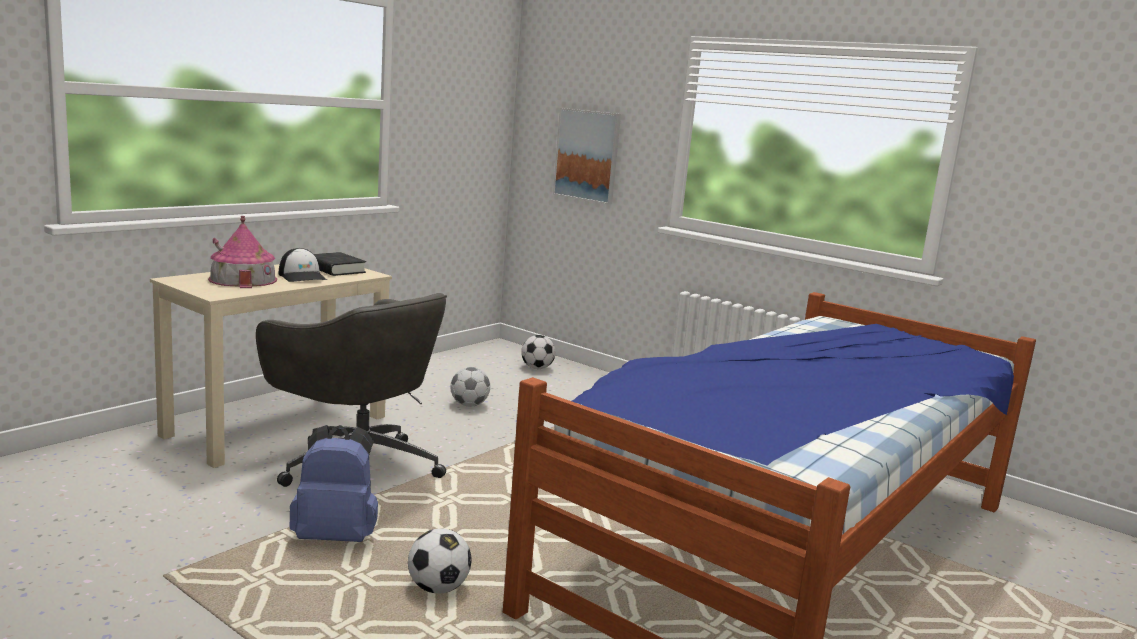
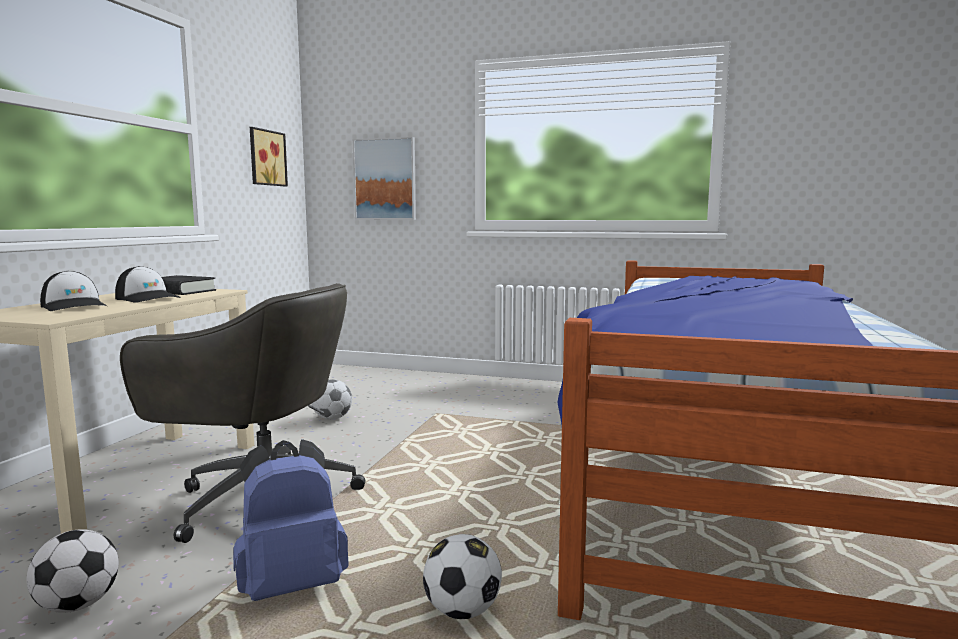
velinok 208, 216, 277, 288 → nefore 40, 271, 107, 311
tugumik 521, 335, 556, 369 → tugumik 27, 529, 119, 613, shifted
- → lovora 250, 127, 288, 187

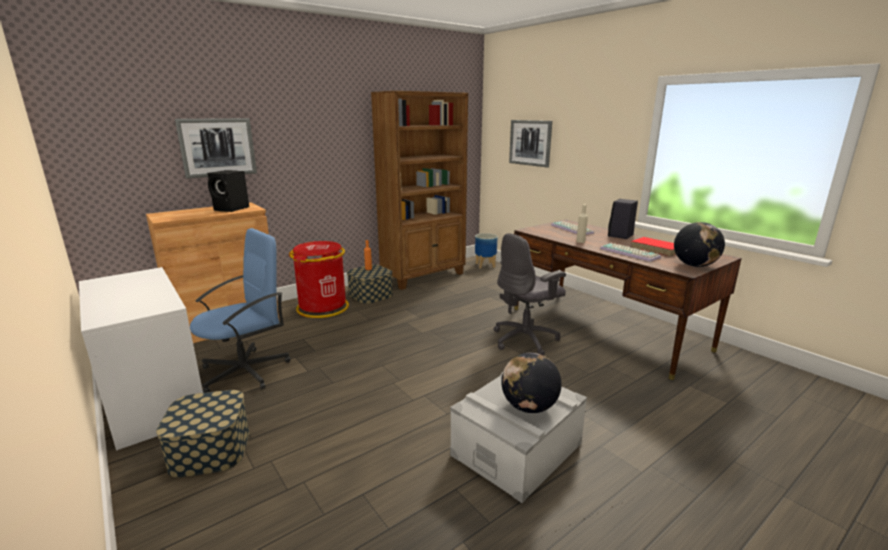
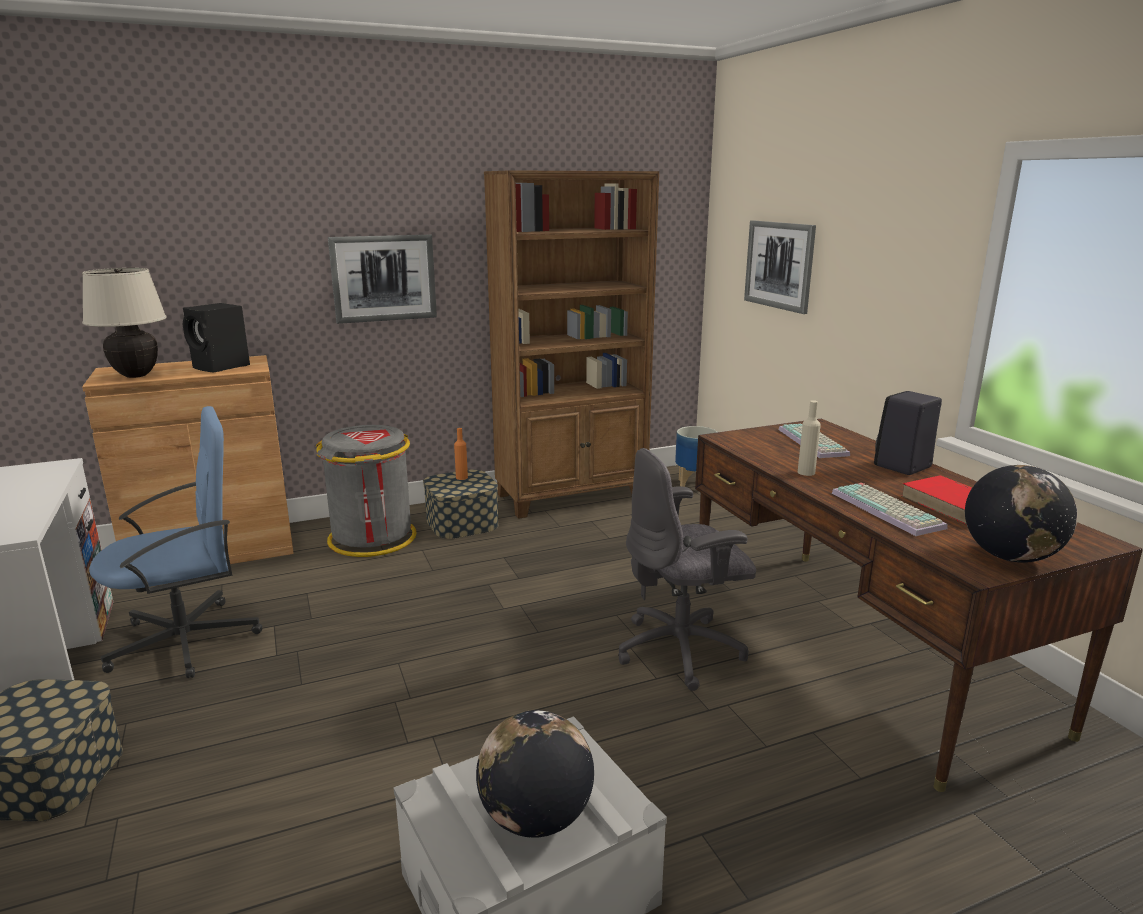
lovora 175, 118, 257, 179 → lovora 328, 235, 437, 324, shifted
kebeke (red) 289, 241, 349, 318 → kebeke (grey) 316, 425, 417, 557
- → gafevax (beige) 82, 268, 167, 378

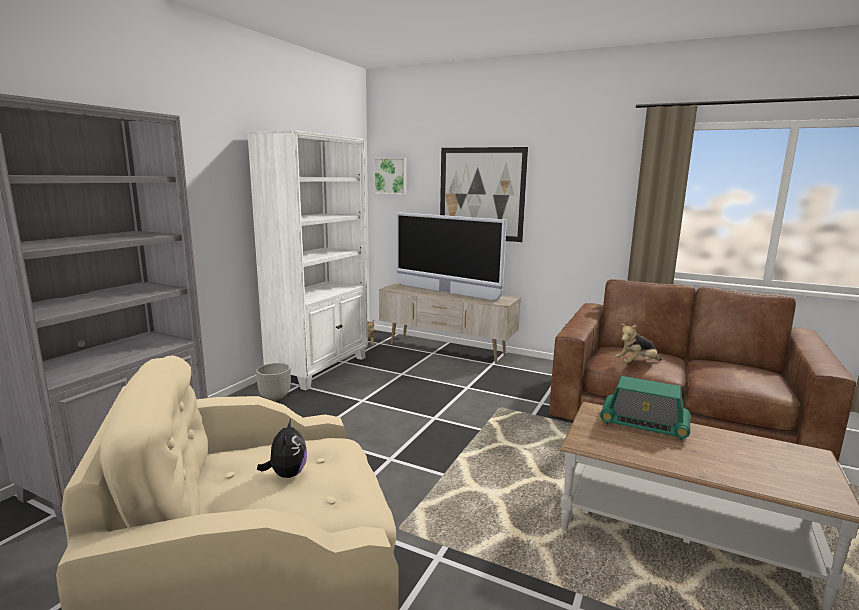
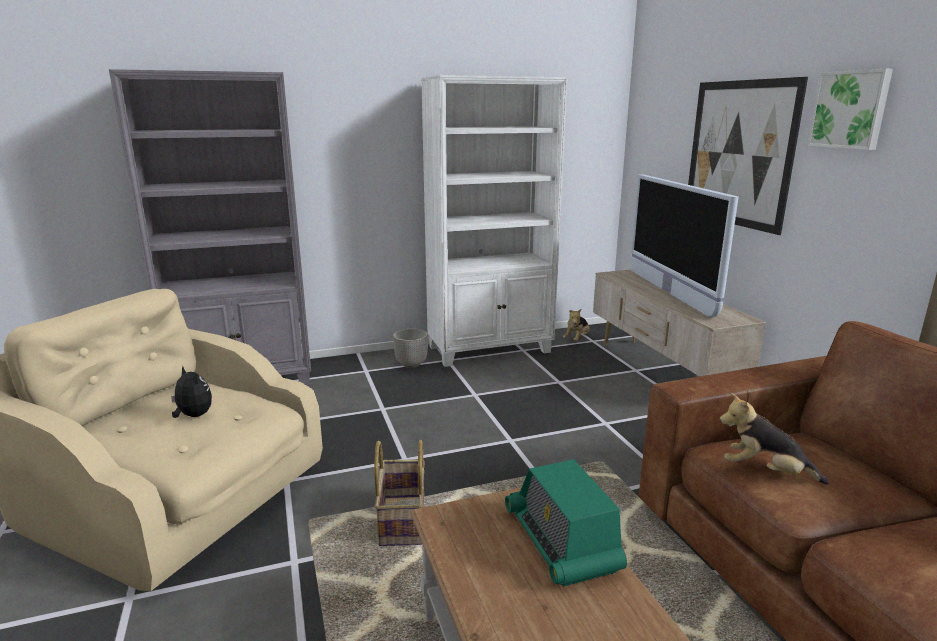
lovora 374, 158, 407, 195 → lovora 807, 69, 893, 150, shifted
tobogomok 257, 419, 307, 478 → tobogomok 171, 366, 212, 418, 90 degrees counterclockwise
- → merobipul 374, 440, 425, 546

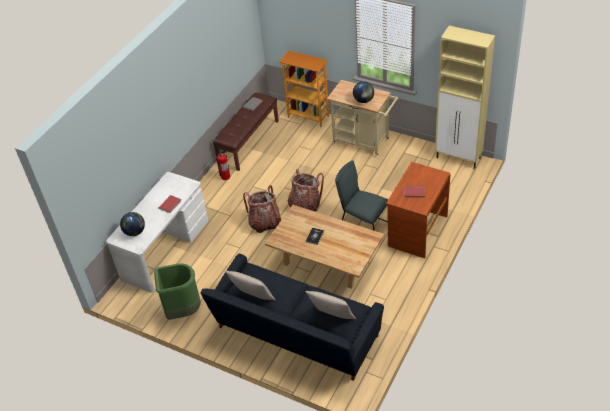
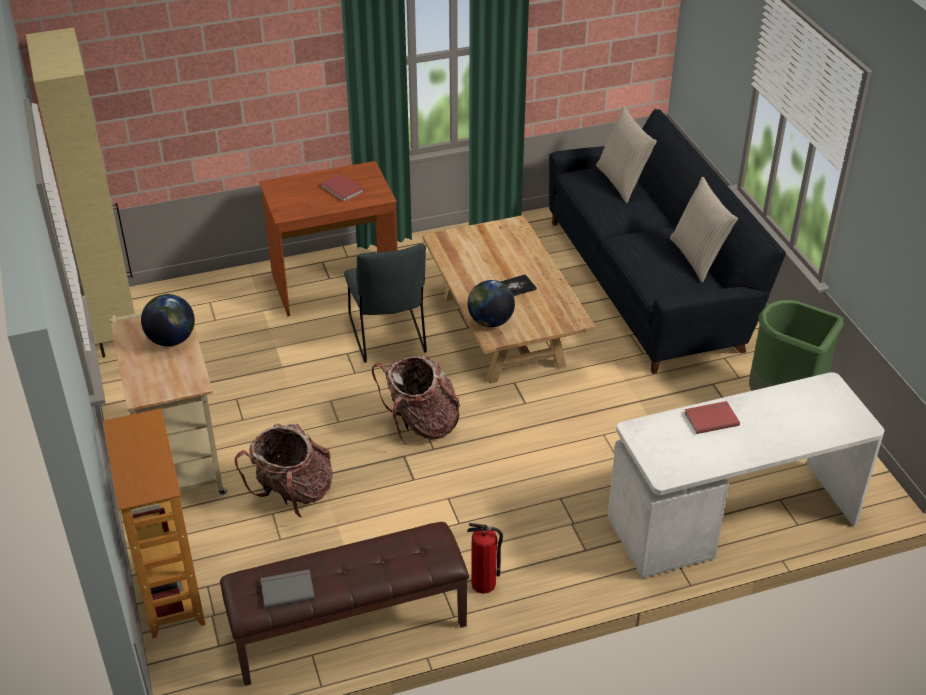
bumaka 243, 185, 281, 233 → bumaka 235, 424, 333, 518, shifted
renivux 120, 212, 145, 236 → renivux 468, 280, 515, 327, shifted

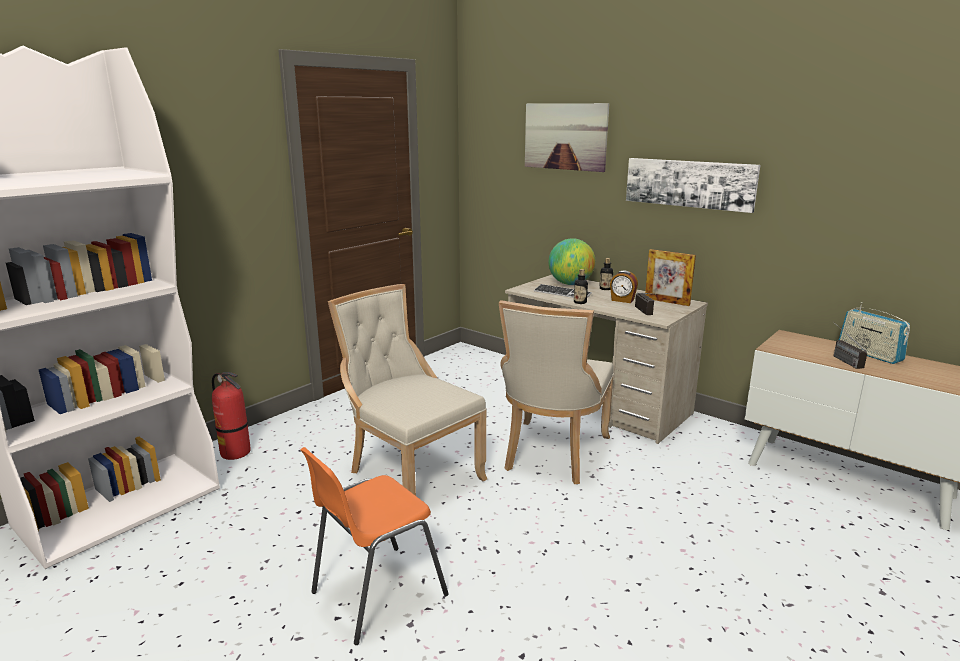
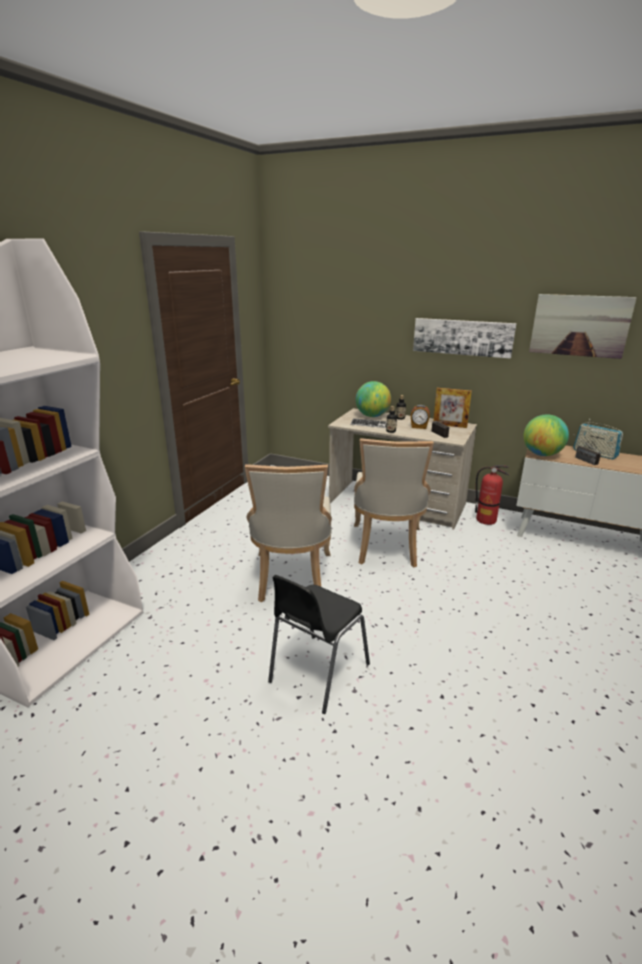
lovora 525, 103, 609, 172 → lovora 529, 294, 637, 359, shifted
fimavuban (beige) 328, 284, 487, 496 → fimavuban (beige) 245, 464, 332, 602, 120 degrees counterclockwise
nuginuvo 212, 372, 251, 460 → nuginuvo 475, 465, 509, 525, shifted
fimavuban (orange) 300, 447, 449, 645 → fimavuban (black) 268, 575, 370, 714
- → renivux 523, 414, 569, 456

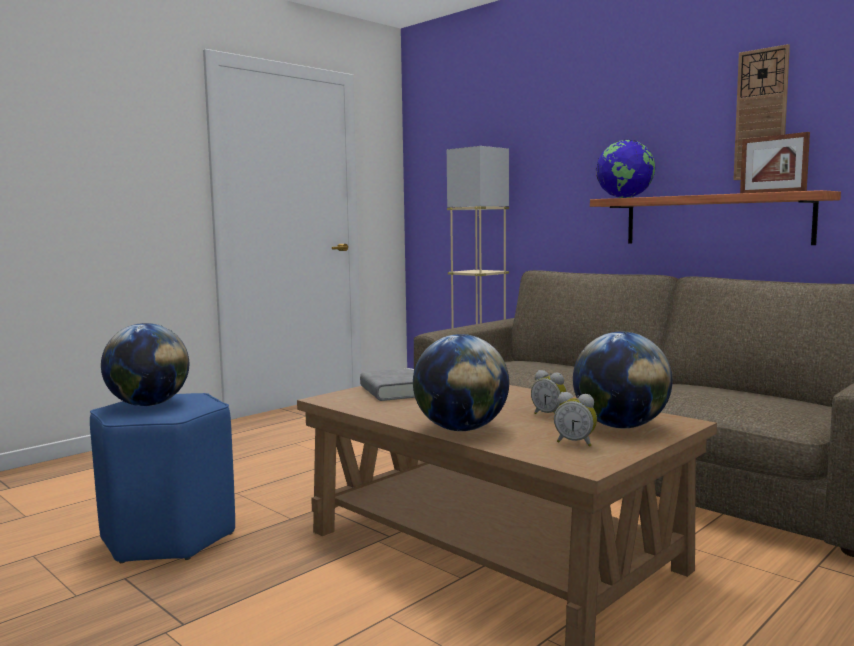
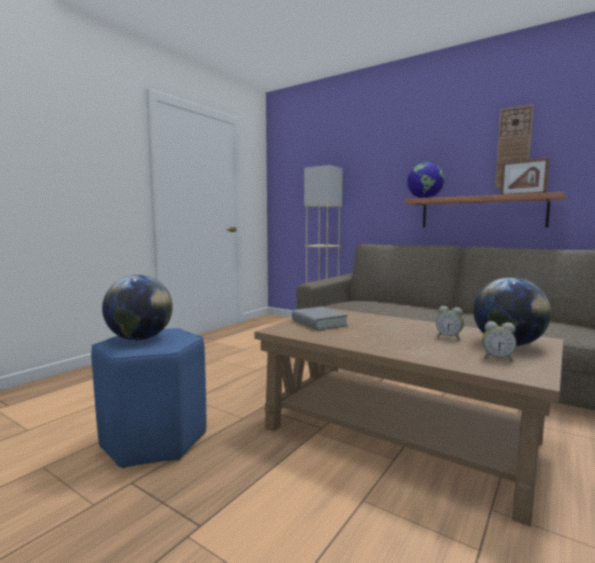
renivux 413, 334, 509, 431 → -

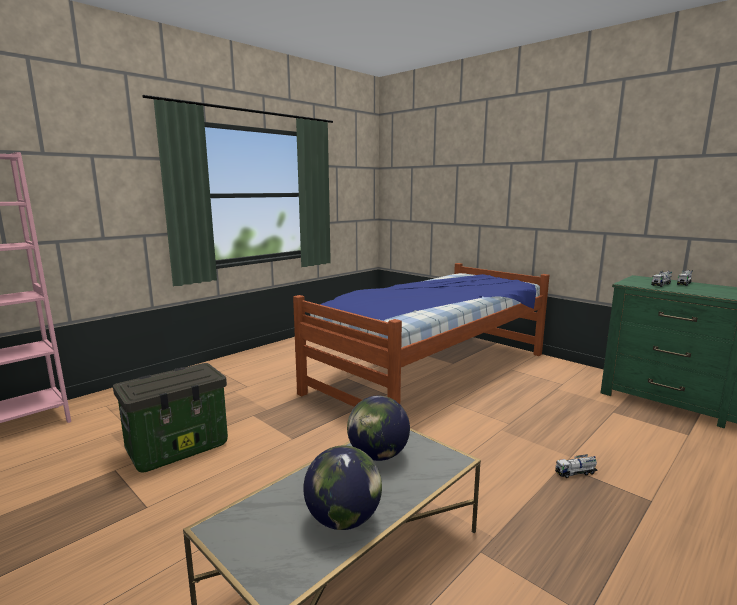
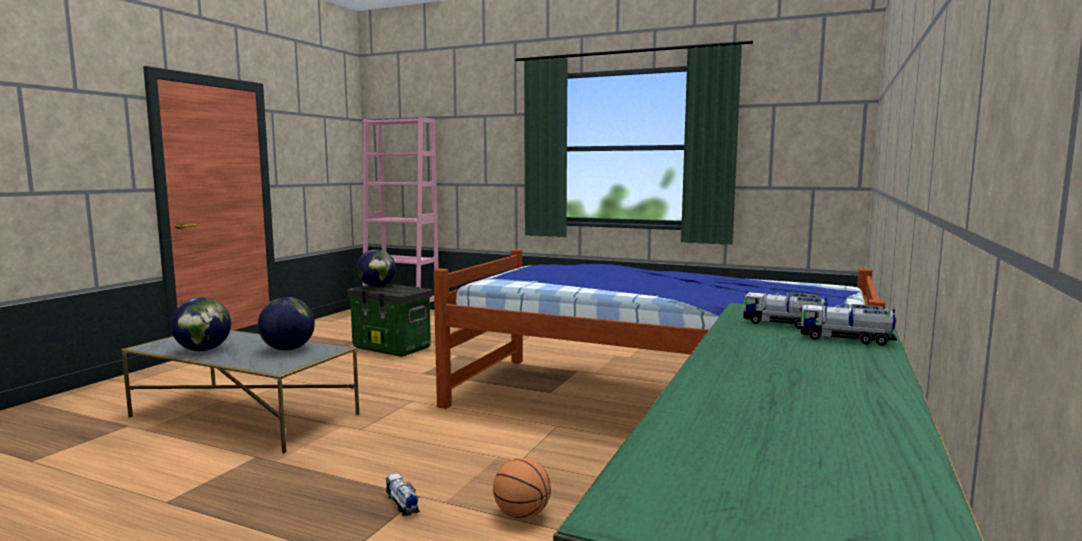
- → renivux 357, 249, 396, 287
- → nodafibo 493, 458, 551, 519

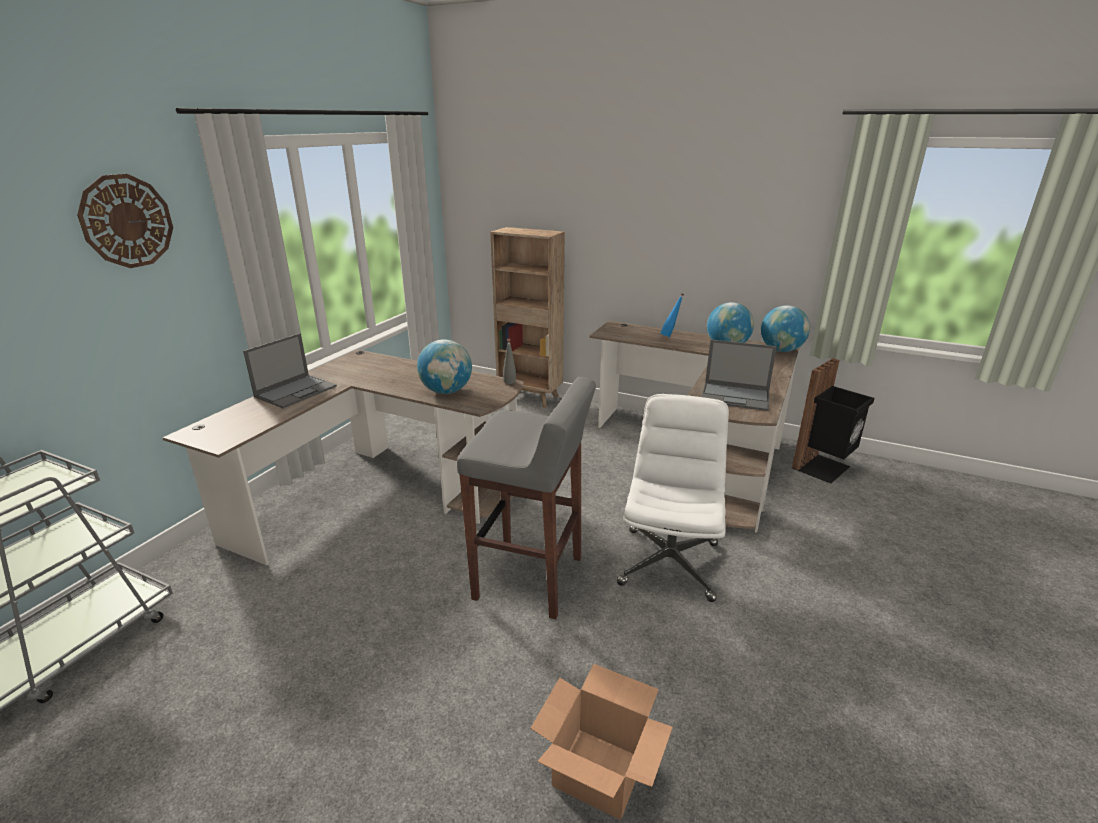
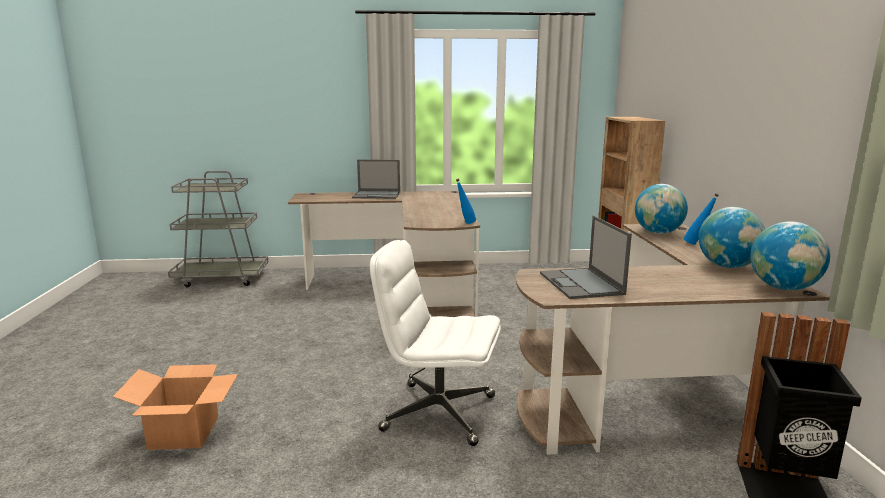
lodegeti 77, 174, 173, 268 → -
renivux 417, 339, 472, 394 → renivux 635, 184, 688, 234, shifted
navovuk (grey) 503, 339, 516, 384 → navovuk (blue) 456, 179, 476, 224
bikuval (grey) 457, 377, 596, 619 → -
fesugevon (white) 617, 394, 729, 602 → fesugevon (white) 370, 240, 501, 446, 150 degrees counterclockwise

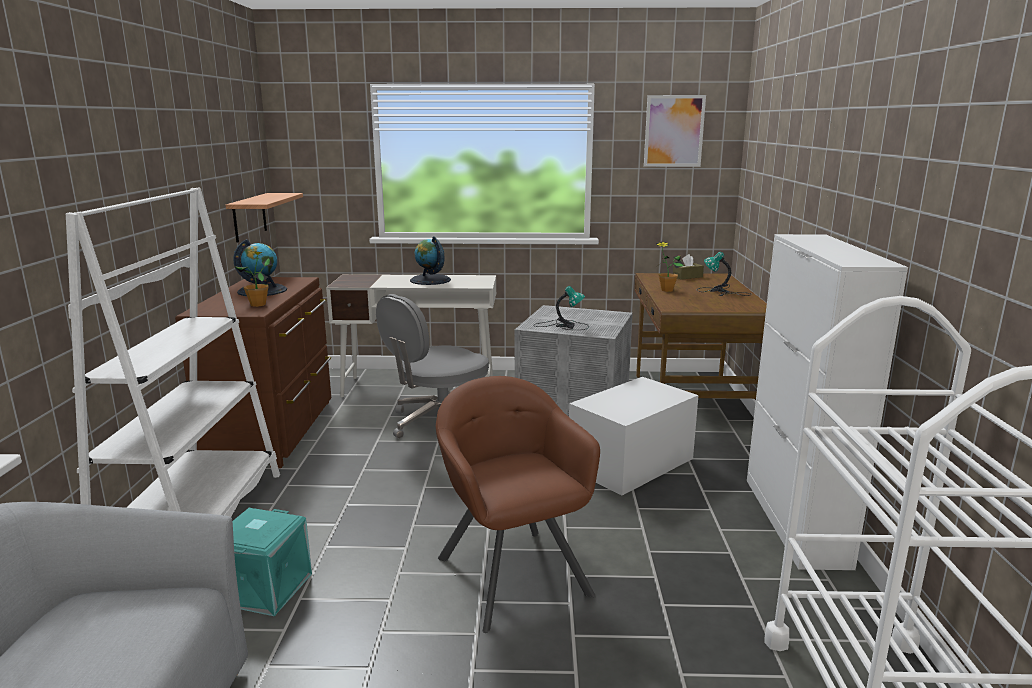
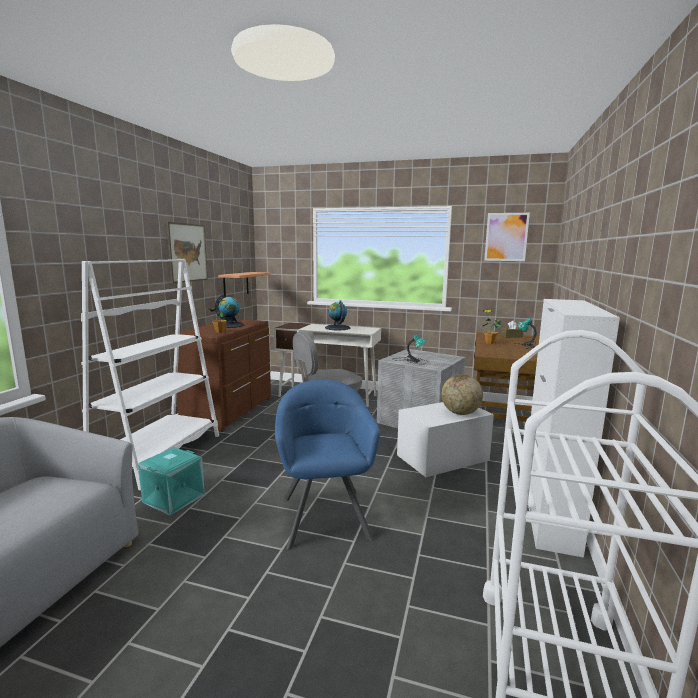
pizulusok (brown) 436, 376, 600, 633 → pizulusok (blue) 275, 380, 380, 550
- → lovora 166, 222, 208, 283
- → renivux 441, 374, 483, 415

